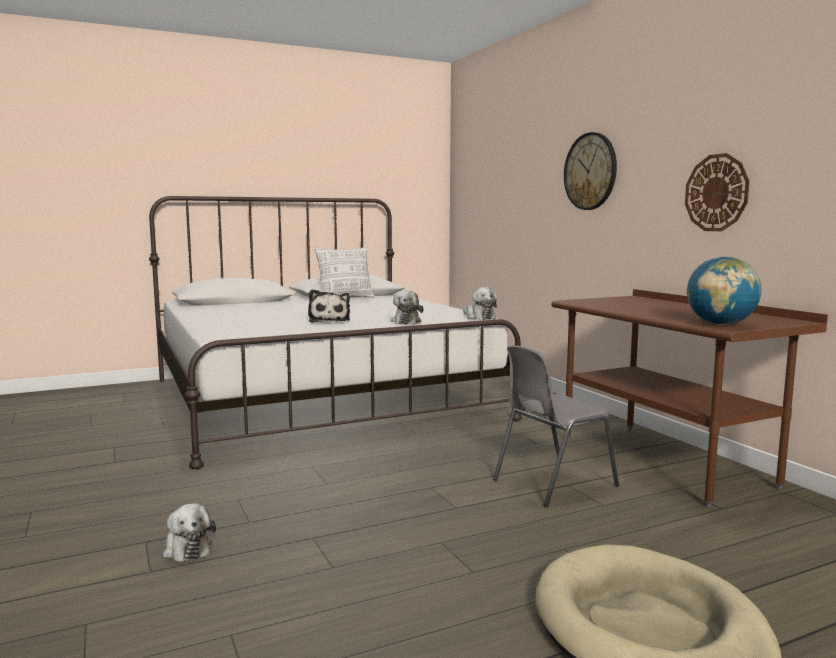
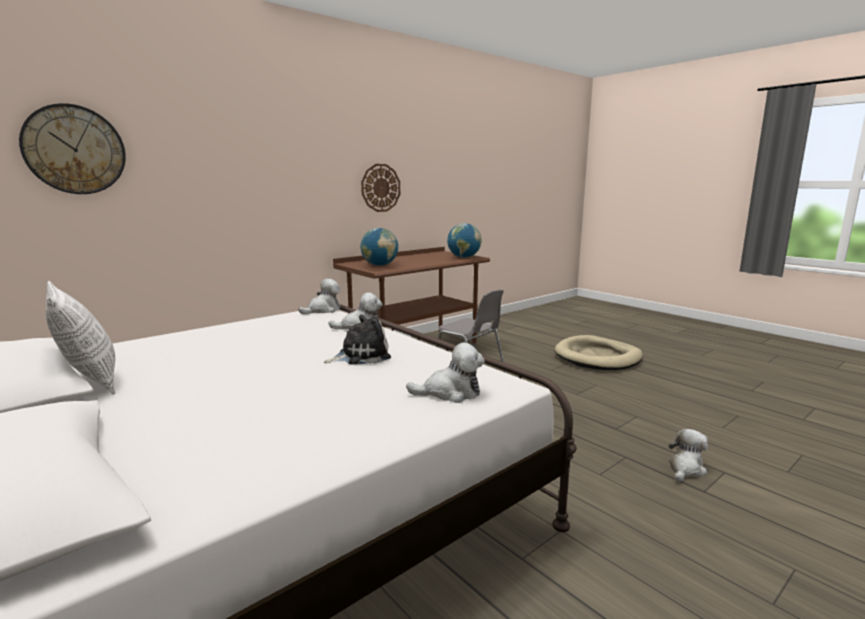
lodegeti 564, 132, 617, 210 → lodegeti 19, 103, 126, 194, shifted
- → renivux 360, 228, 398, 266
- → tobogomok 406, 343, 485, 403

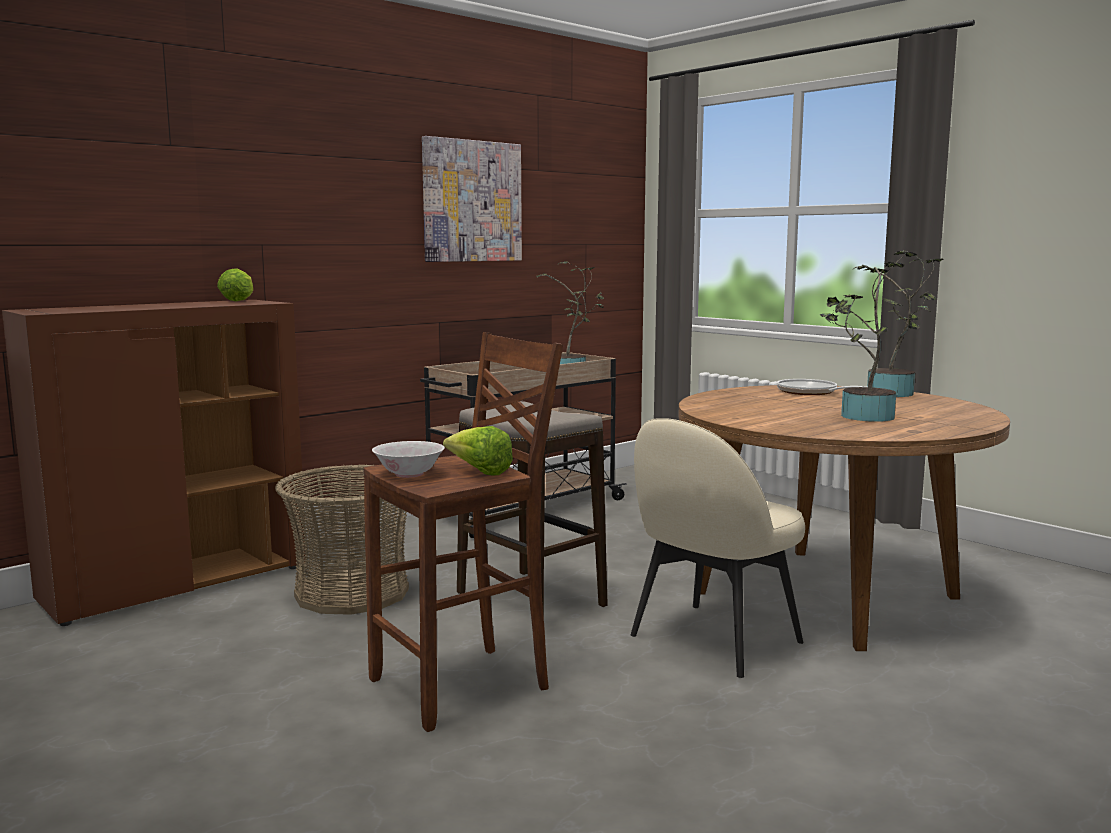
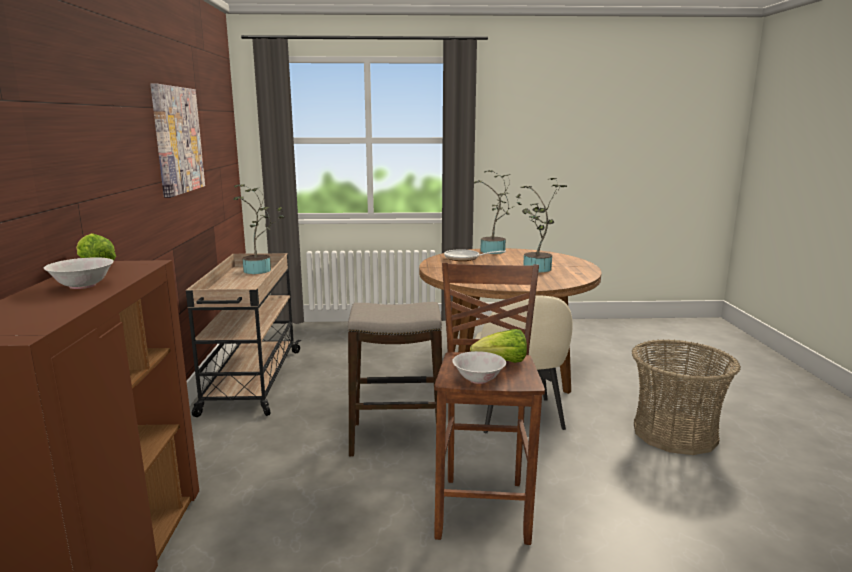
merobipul 275, 464, 409, 615 → merobipul 631, 339, 741, 455, shifted
- → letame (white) 44, 257, 114, 289

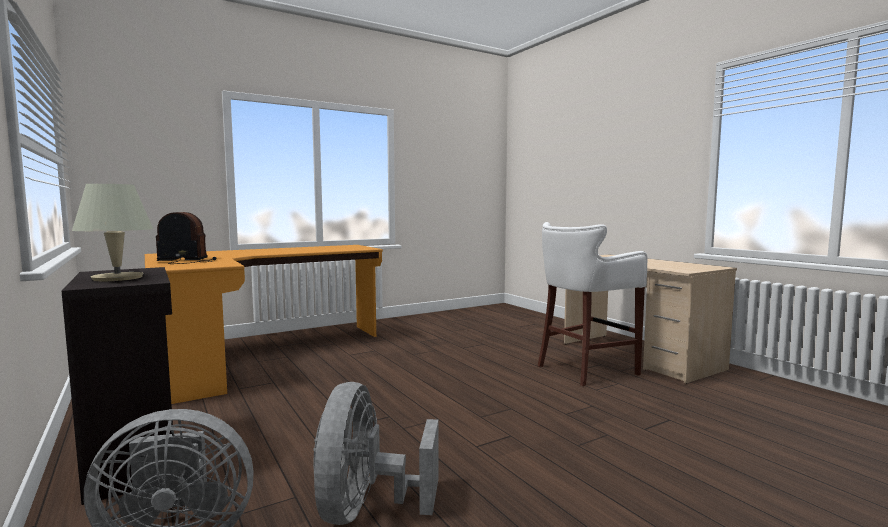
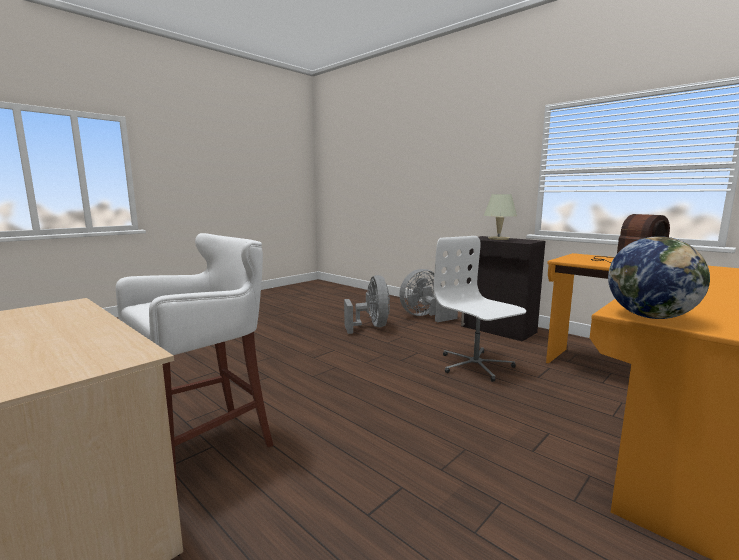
- → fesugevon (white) 434, 236, 526, 382
- → renivux 608, 236, 710, 319

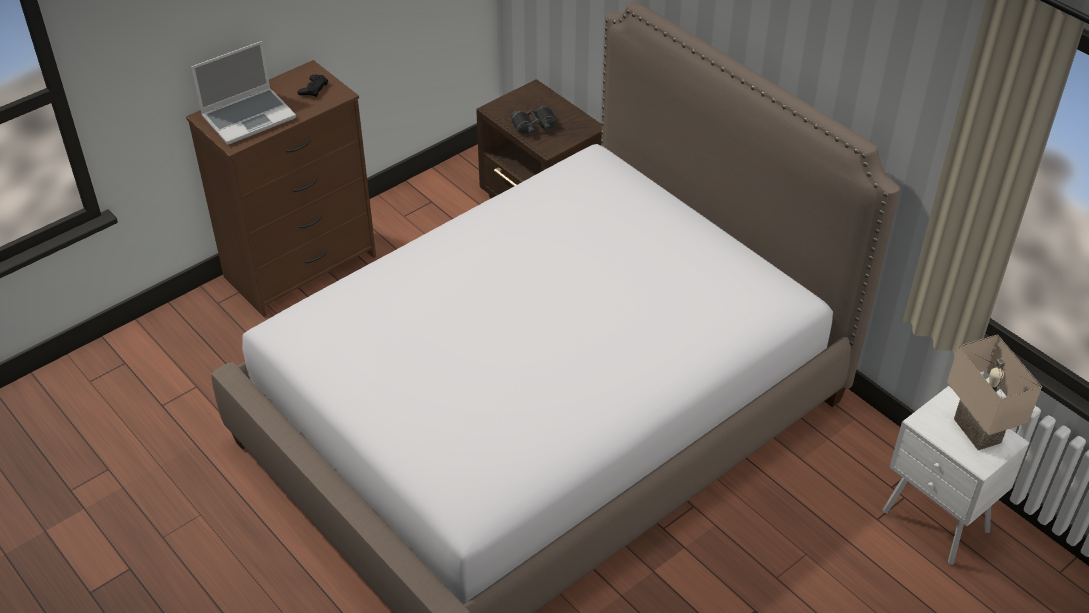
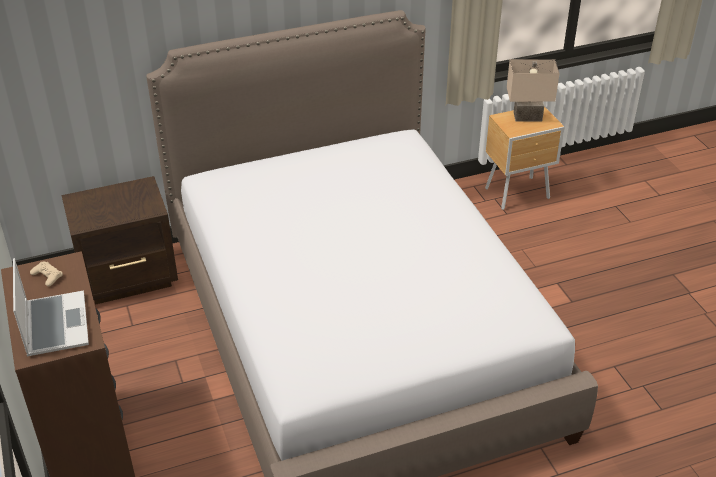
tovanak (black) 297, 75, 328, 97 → tovanak (beige) 30, 262, 63, 286
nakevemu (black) 511, 105, 558, 135 → -
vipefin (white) 883, 386, 1029, 565 → vipefin (brown) 485, 106, 565, 210

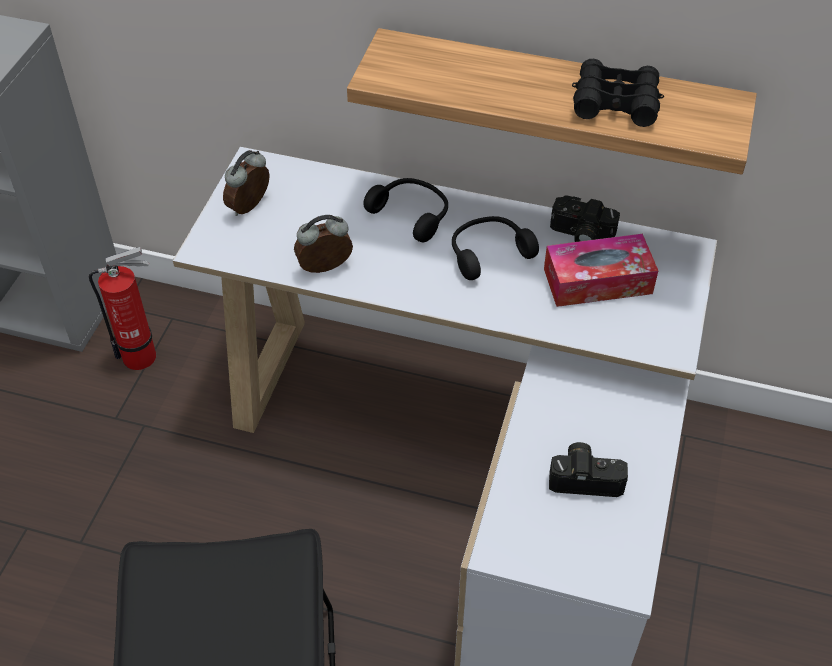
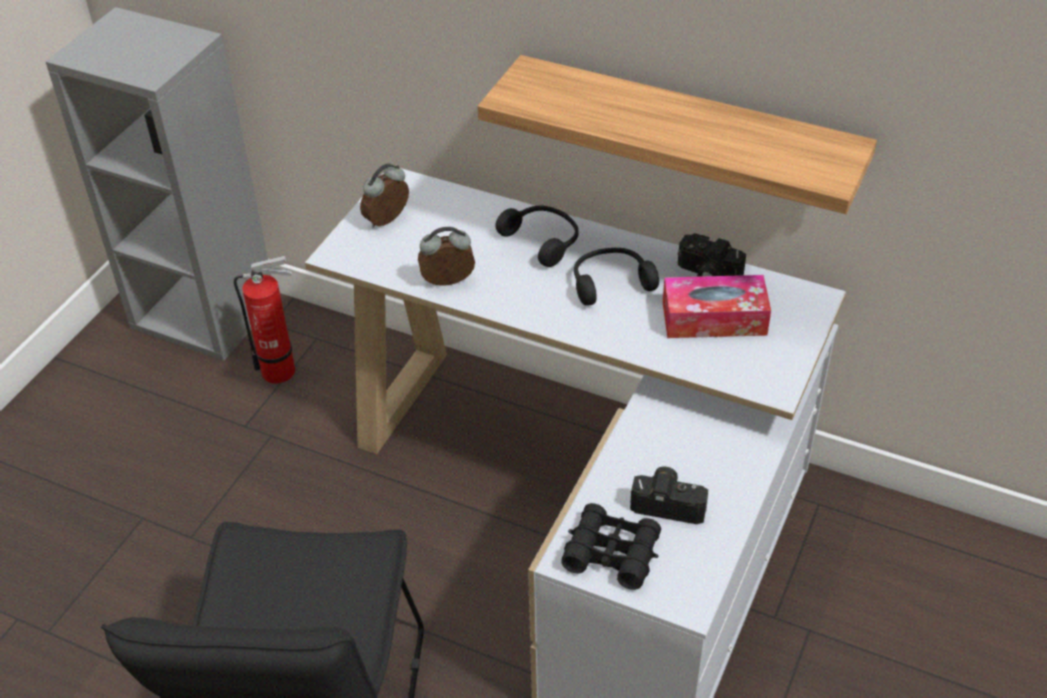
nakevemu (black) 572, 59, 664, 127 → nakevemu (black) 561, 503, 661, 590, shifted

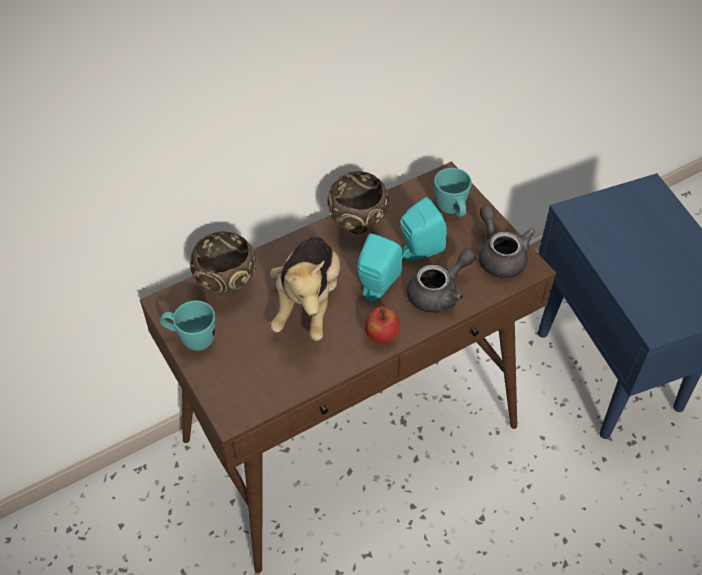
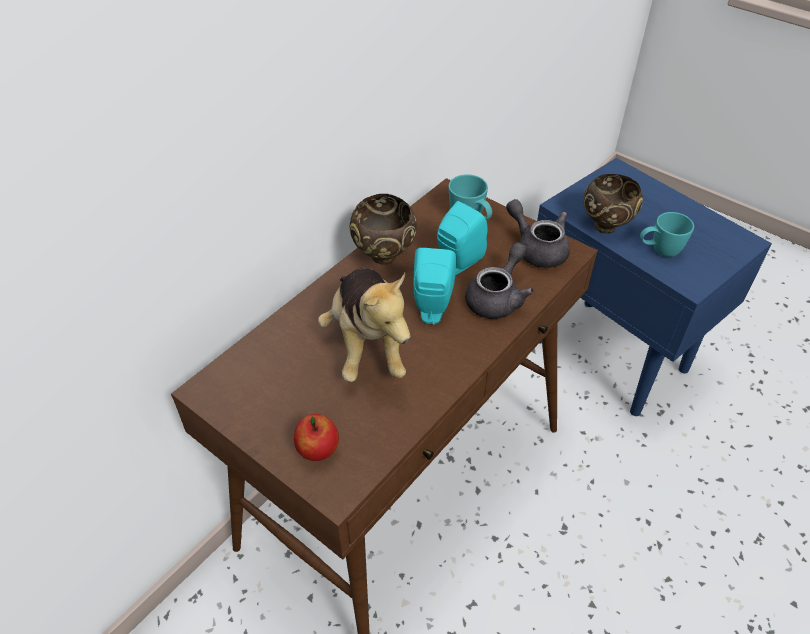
letame (brown) 190, 232, 256, 296 → letame (brown) 583, 174, 643, 233, shifted
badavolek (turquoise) 160, 300, 216, 351 → badavolek (turquoise) 640, 212, 694, 257, shifted
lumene 365, 306, 400, 343 → lumene 294, 414, 339, 461, shifted

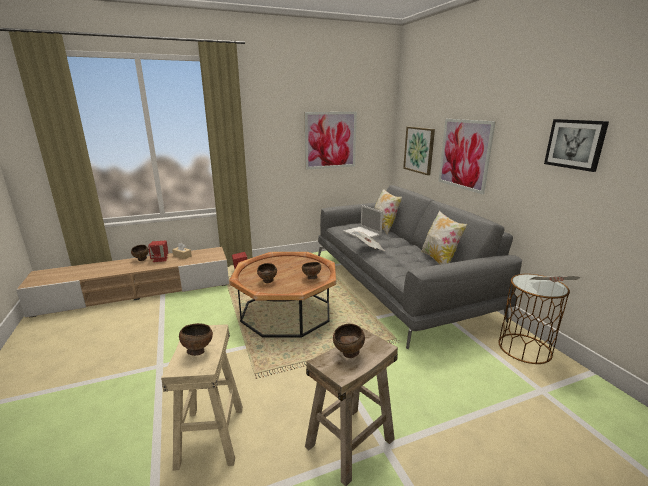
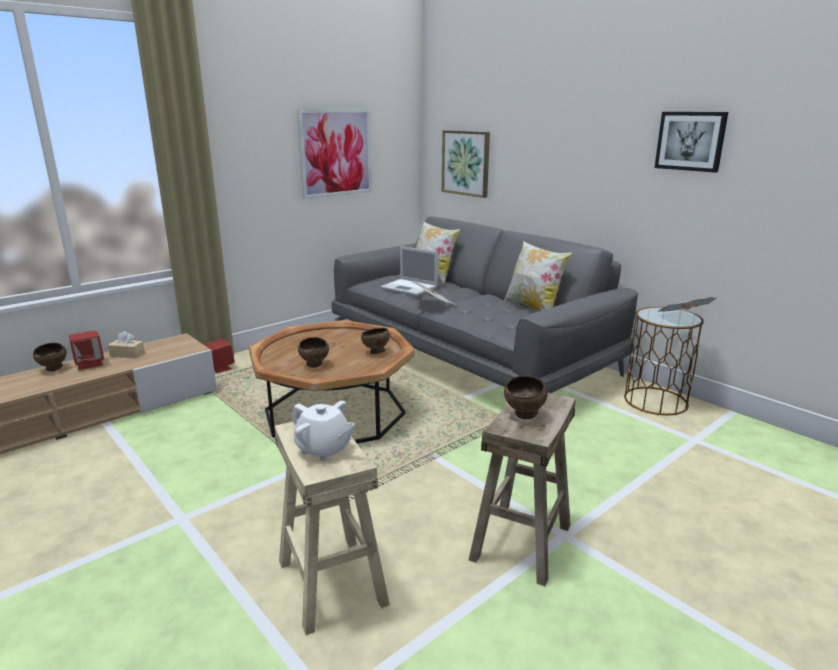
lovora 439, 119, 496, 194 → -
letame (brown) 179, 323, 213, 356 → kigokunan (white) 292, 401, 355, 461

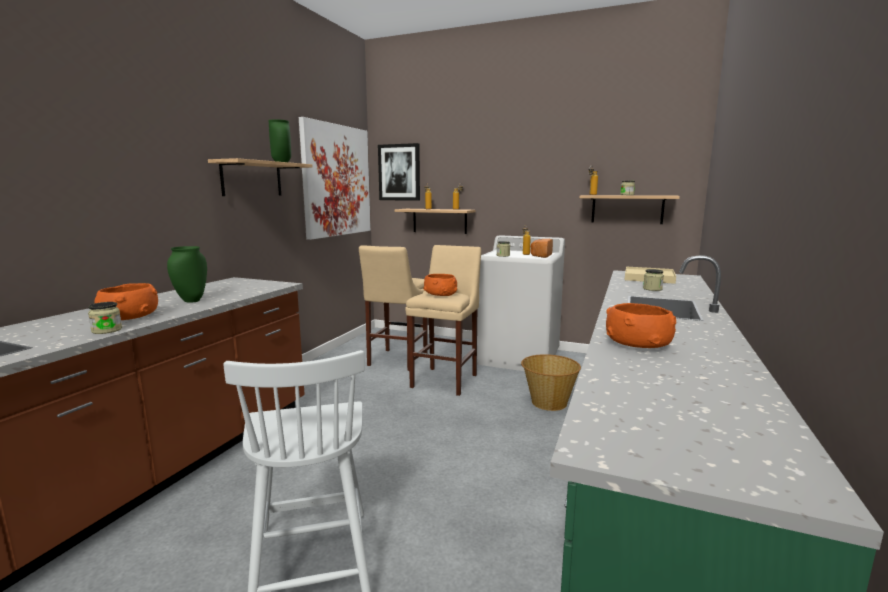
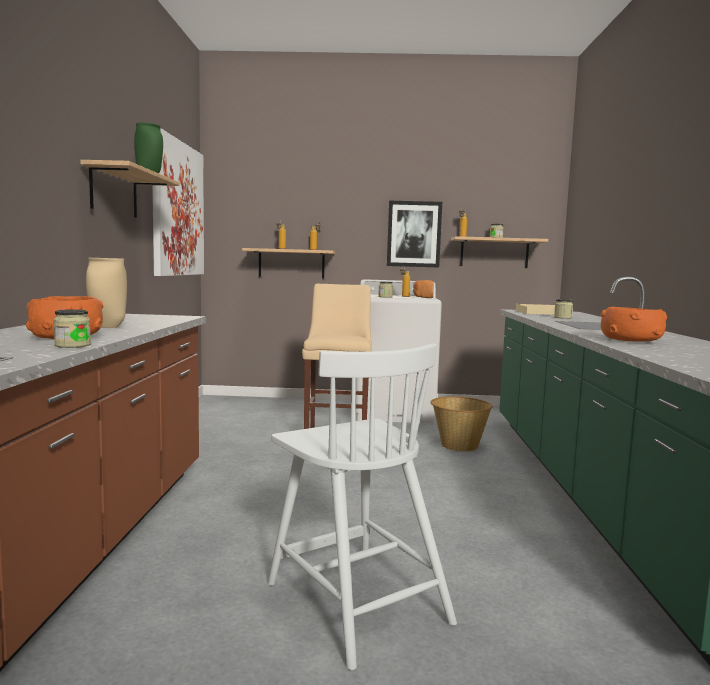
lovora 378, 143, 420, 201 → lovora 387, 201, 442, 267, shifted
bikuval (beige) 359, 245, 428, 371 → -
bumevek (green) 167, 246, 207, 303 → bumevek (beige) 86, 258, 127, 328
letame (orange) 424, 274, 457, 296 → -

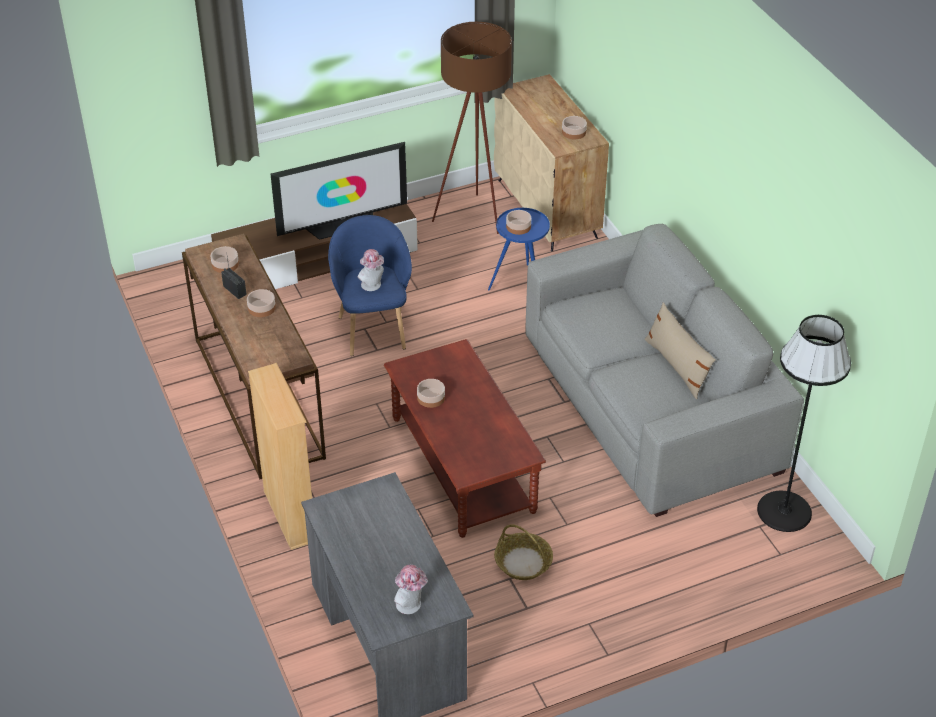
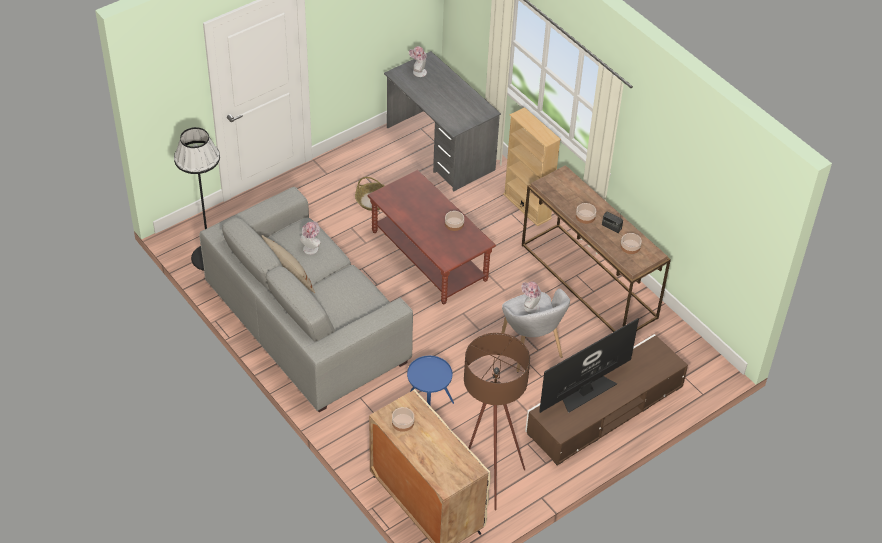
letame 506, 210, 531, 235 → -
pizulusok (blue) 328, 215, 412, 356 → pizulusok (grey) 501, 289, 570, 372
- → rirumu 300, 221, 321, 255

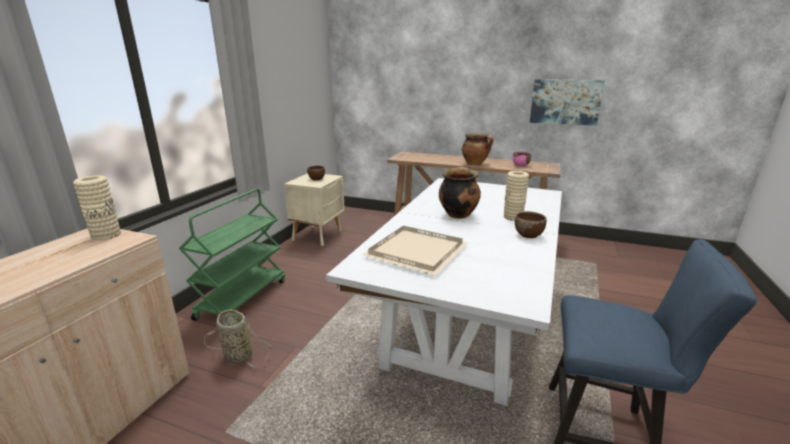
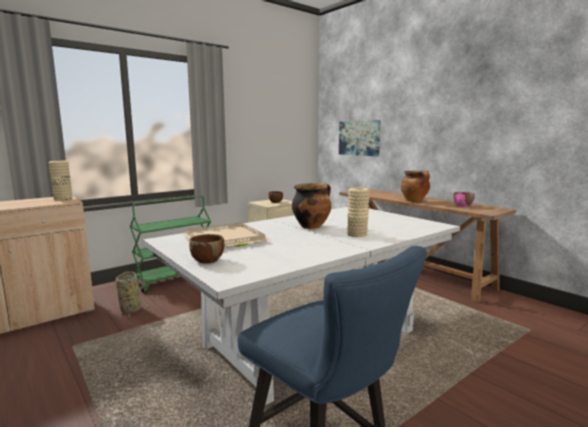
lovora 530, 79, 605, 126 → lovora 339, 120, 381, 156, shifted
letame (brown) 515, 211, 547, 238 → letame (brown) 189, 234, 225, 264, shifted

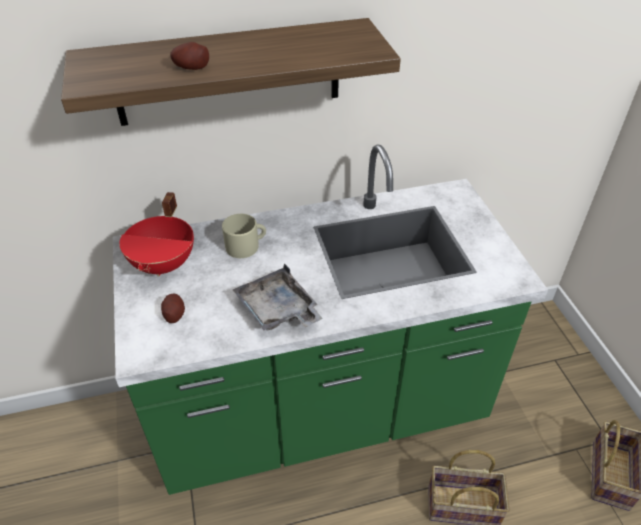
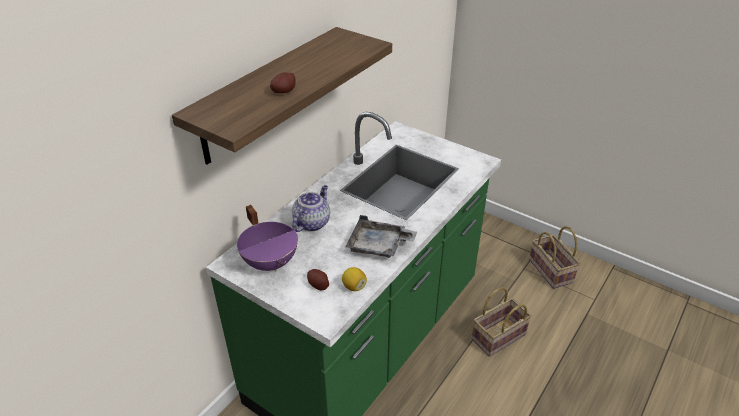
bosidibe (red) 119, 192, 194, 276 → bosidibe (purple) 237, 205, 298, 271
badavolek (beige) 222, 214, 266, 258 → kigokunan 292, 185, 330, 232
- → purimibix 342, 267, 367, 291

